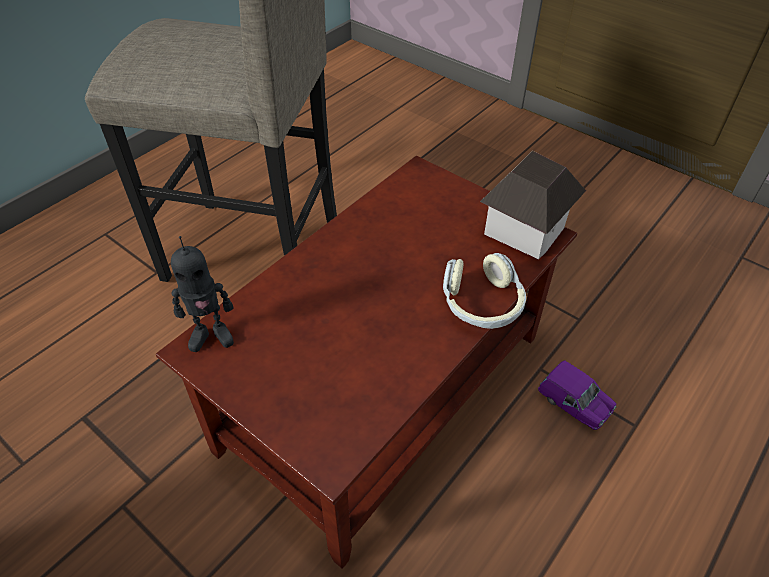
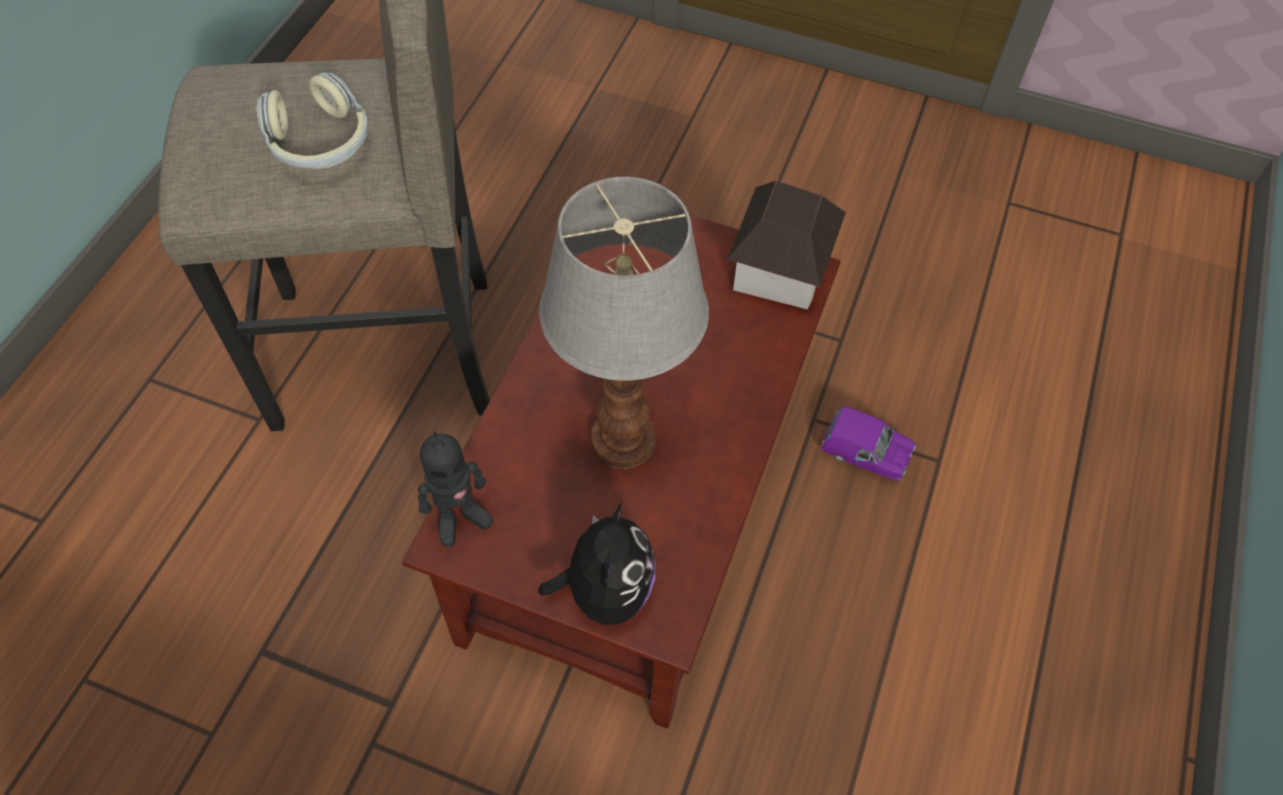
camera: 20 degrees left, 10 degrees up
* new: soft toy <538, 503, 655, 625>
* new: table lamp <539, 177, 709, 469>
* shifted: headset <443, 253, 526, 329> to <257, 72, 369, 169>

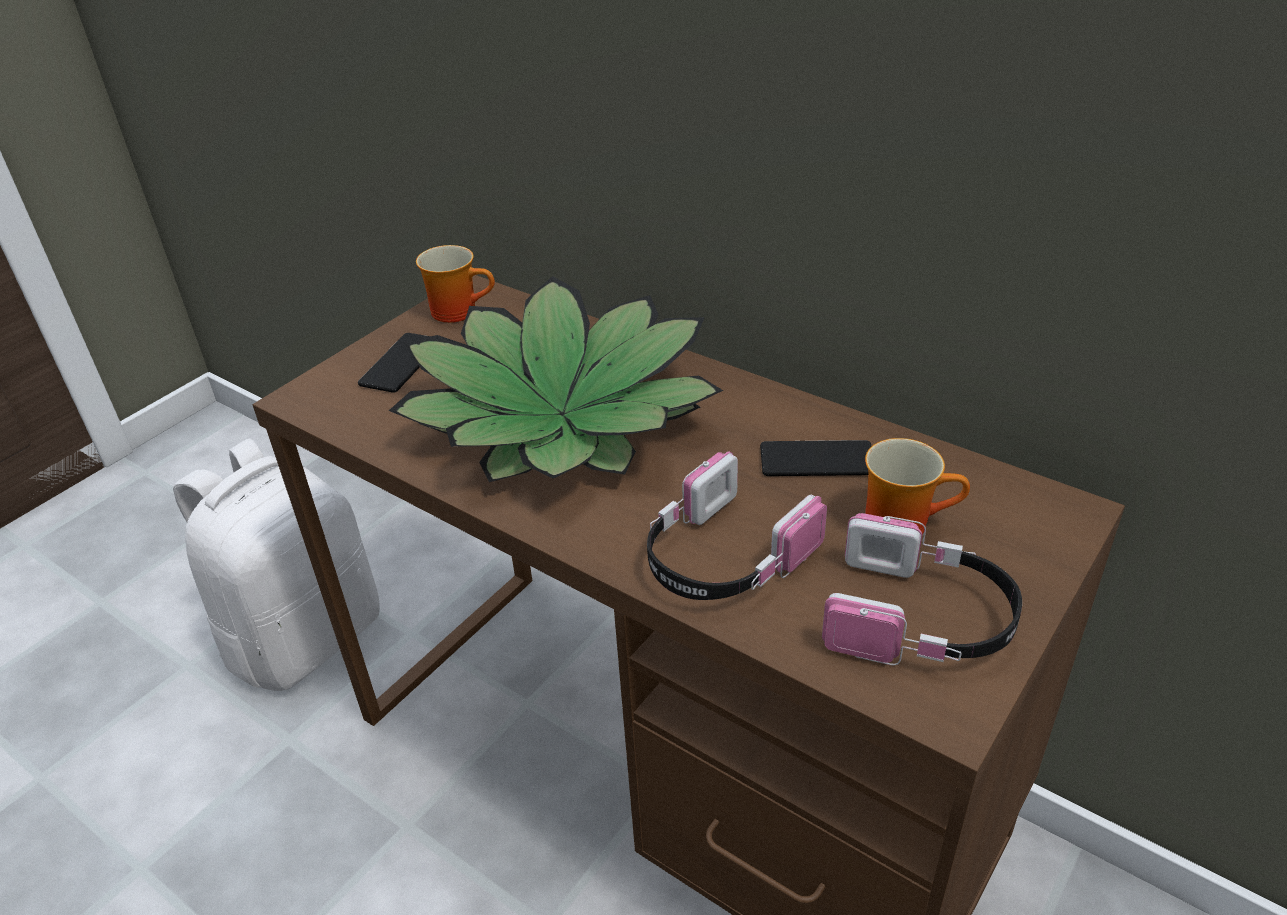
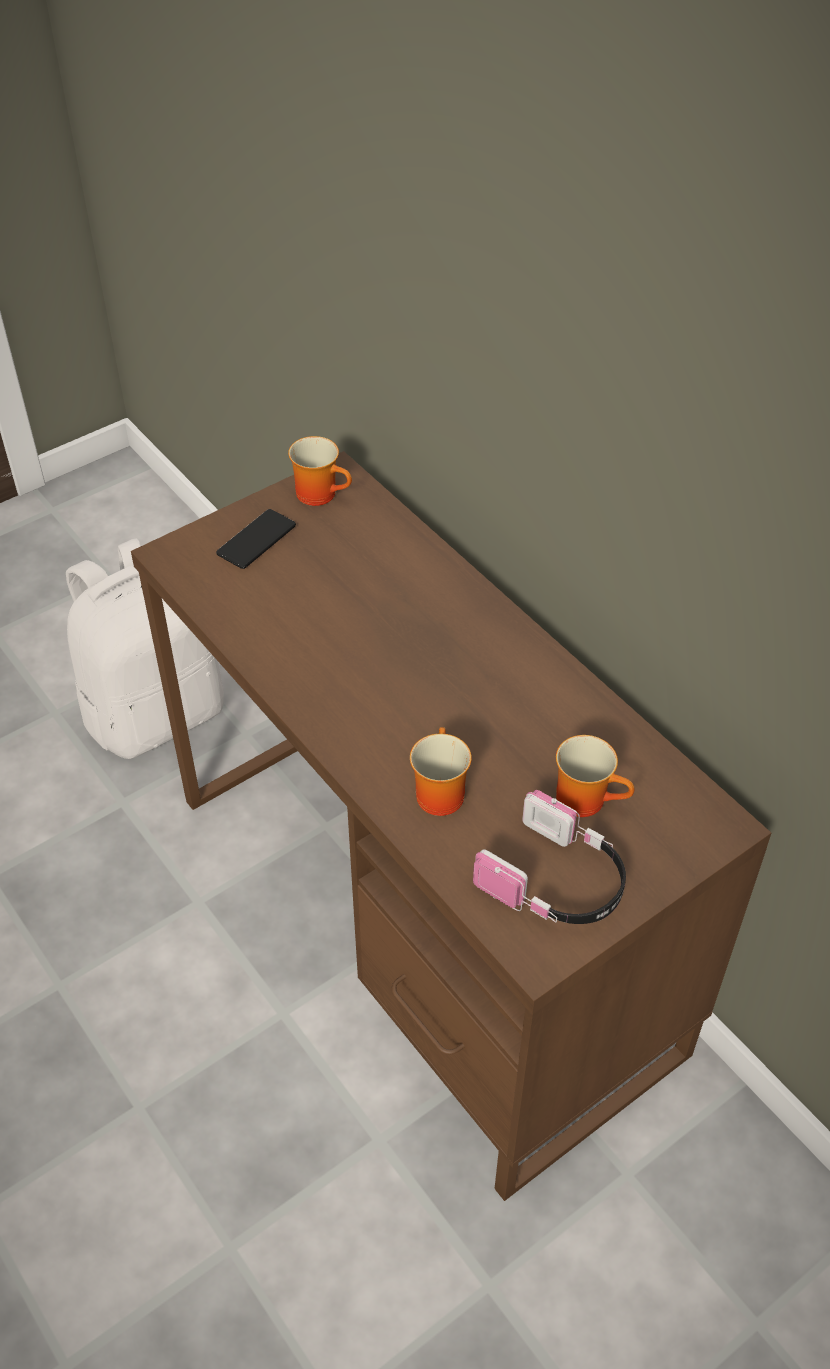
camera: 15 degrees right, 10 degrees up
* gone: potted plant <389, 276, 723, 482>
* gone: phone <760, 440, 871, 476>
* swapped: headset <647, 452, 827, 600> to mug <410, 727, 472, 816>

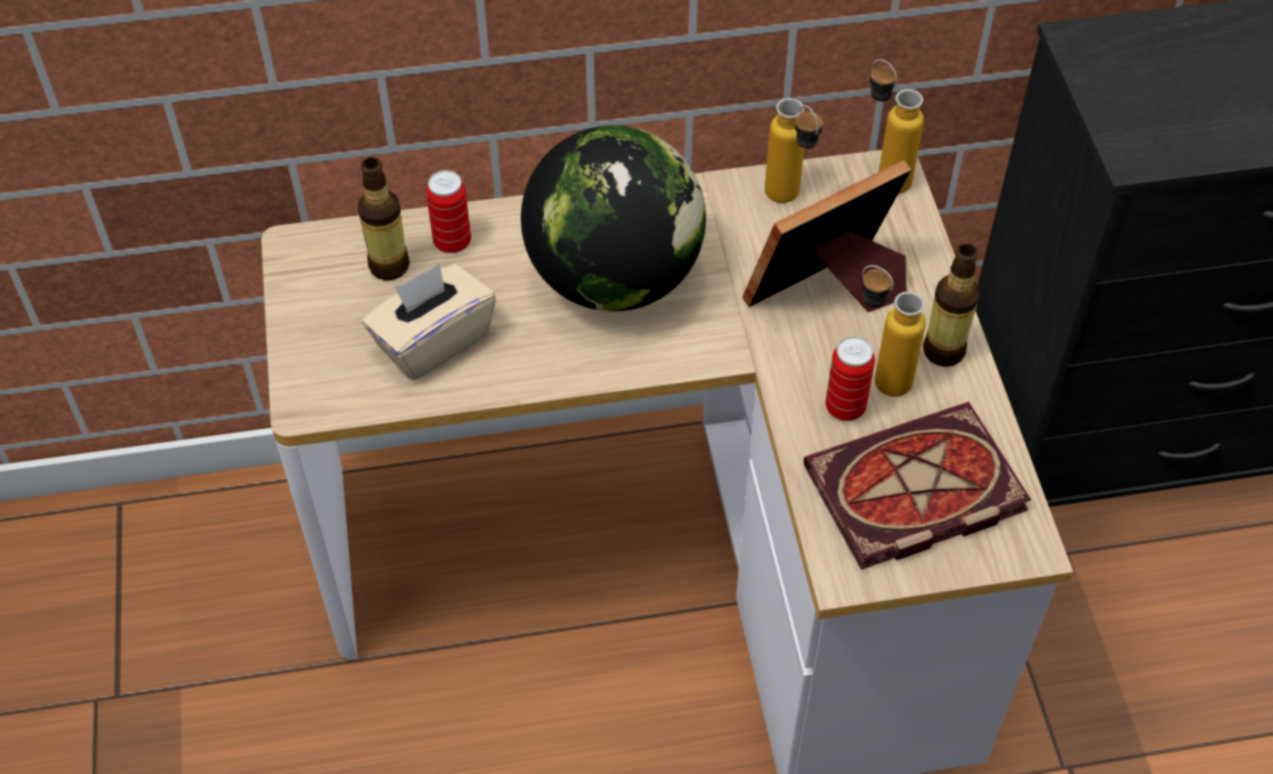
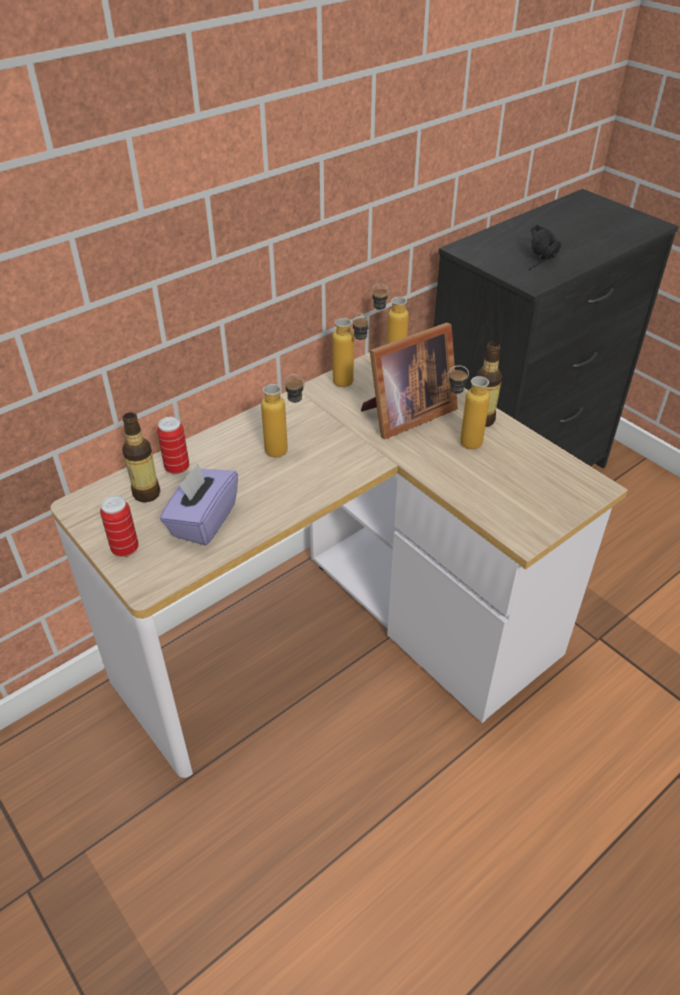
camera: 30 degrees left, 10 degrees down
* gone: book <803, 402, 1031, 569>
* new: black headset <529, 225, 561, 270>
* shifted: can <825, 336, 875, 421> to <100, 495, 139, 557>
* swapped: desk globe <521, 125, 706, 311> to beverage bottle <261, 374, 305, 457>
* repainted: beige-coloured tissue holder <362, 264, 496, 380> to purplish tissue holder <160, 463, 238, 546>
* rotated: photo frame <742, 160, 911, 312> = <361, 323, 458, 439> 150 degrees counterclockwise

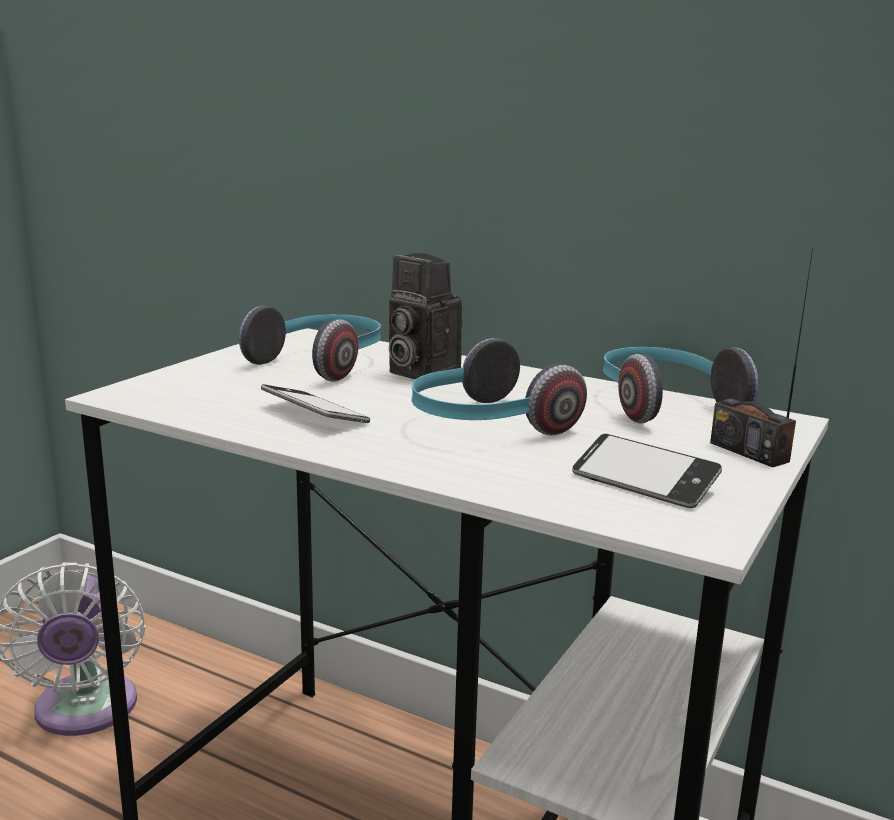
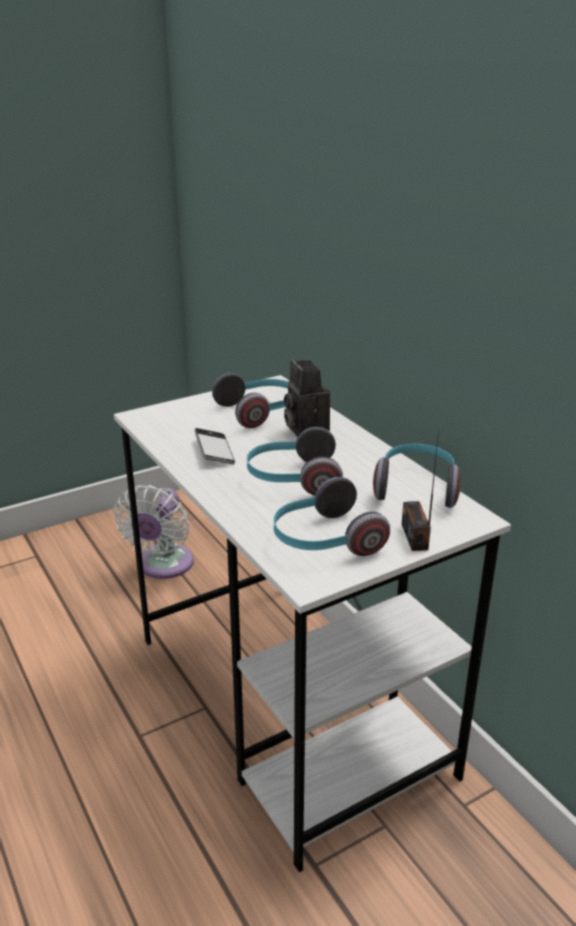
camera: 30 degrees right, 10 degrees up
* swapped: phone <572, 434, 722, 508> to headset <274, 477, 390, 556>

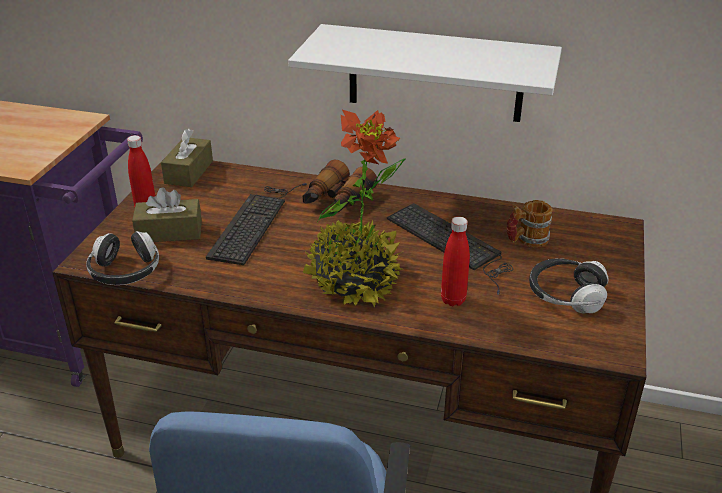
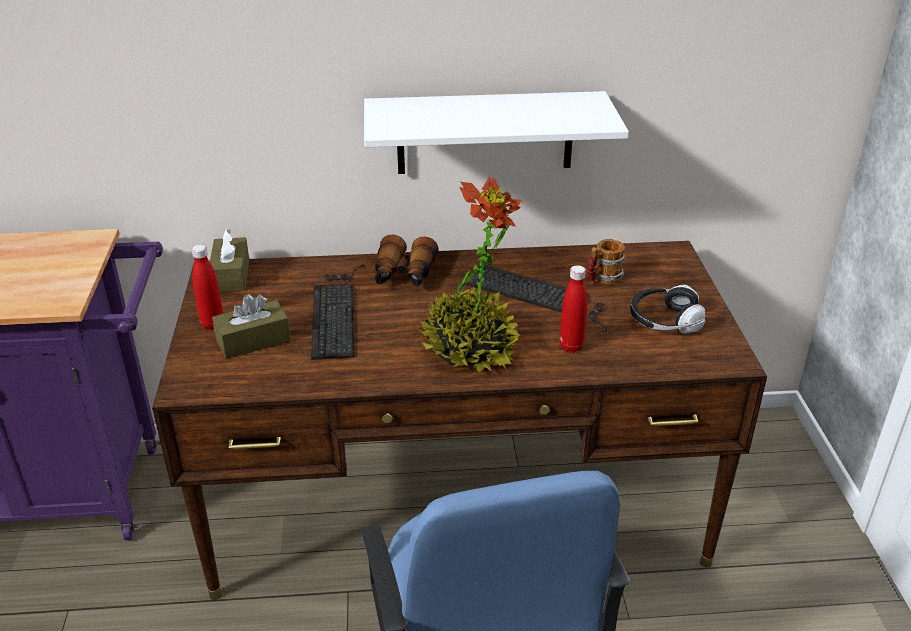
camera: 20 degrees left, 0 degrees up
* gone: headset <86, 231, 159, 285>

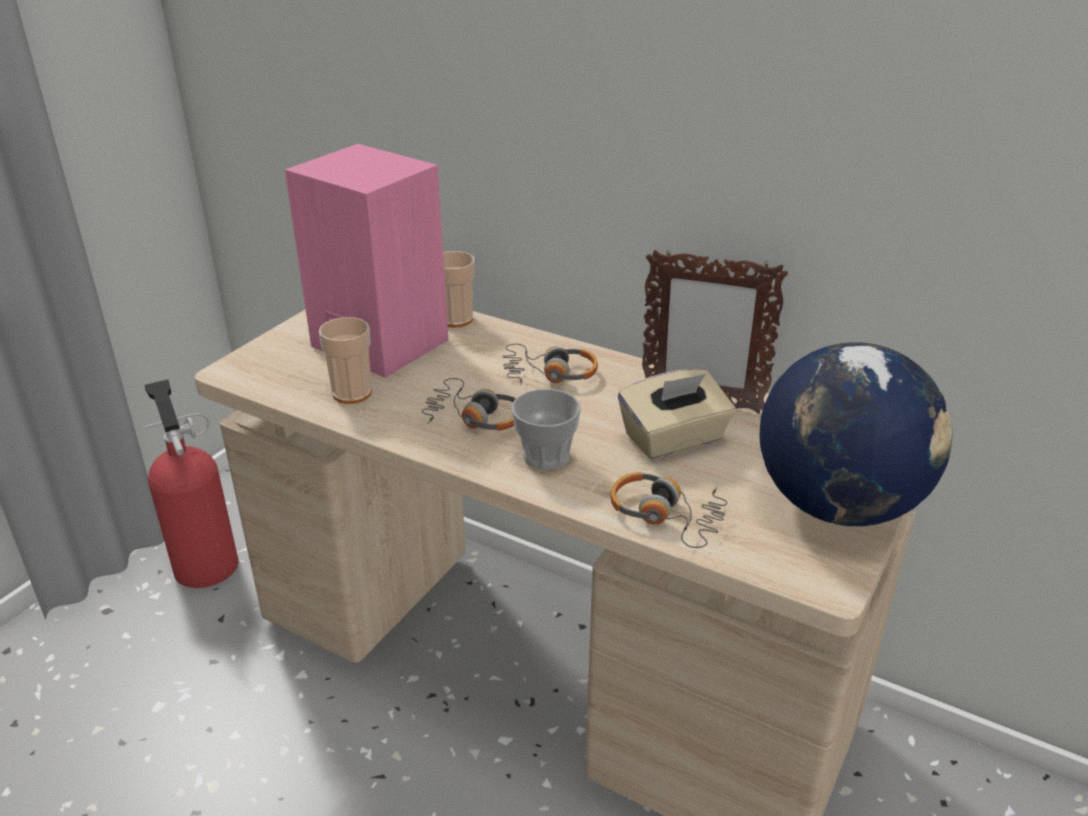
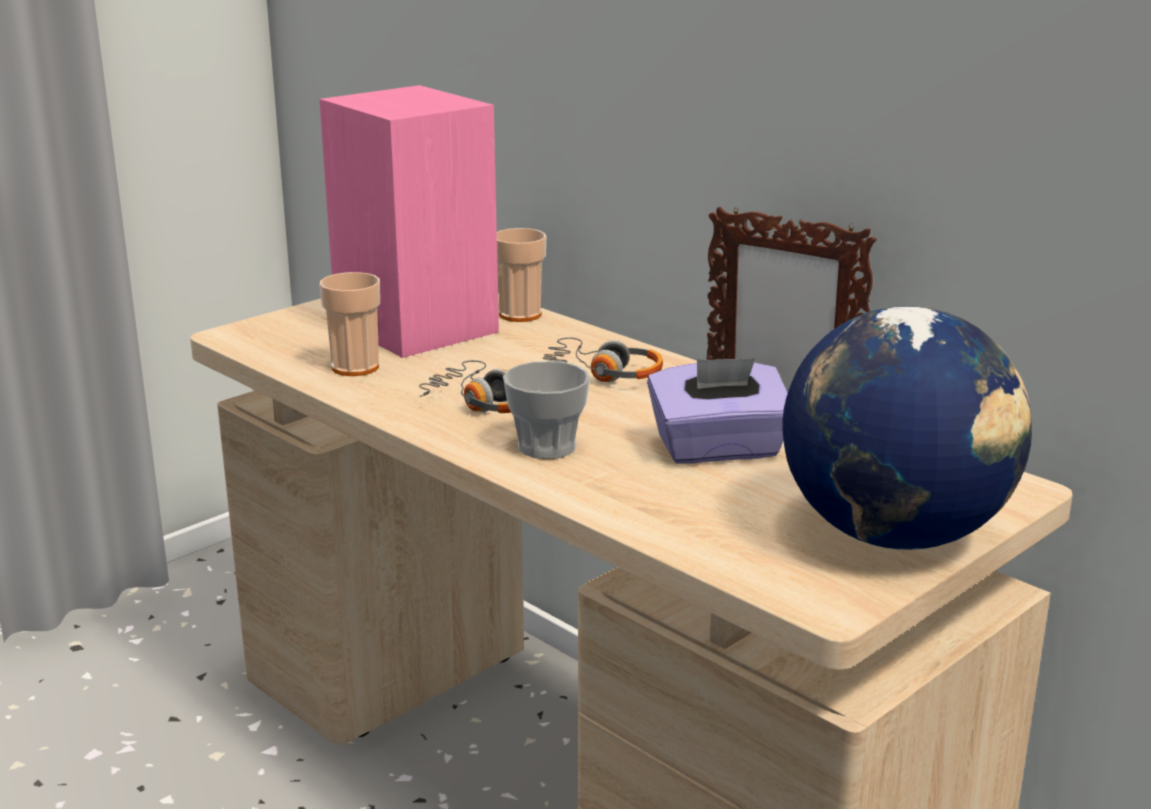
camera: 15 degrees right, 10 degrees down
* gone: fire extinguisher <144, 379, 238, 588>
* gone: headset <610, 472, 727, 548>
* repainted: beige-coloured tissue holder <618, 369, 736, 459> to purplish tissue holder <647, 358, 788, 463>

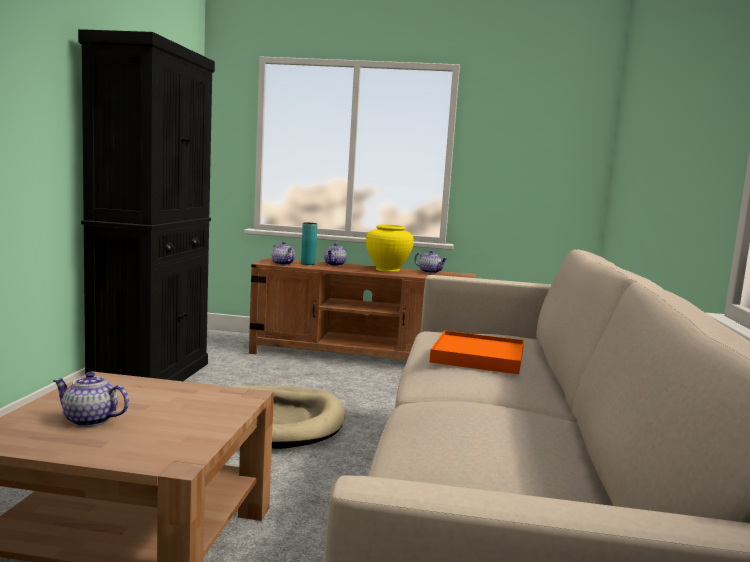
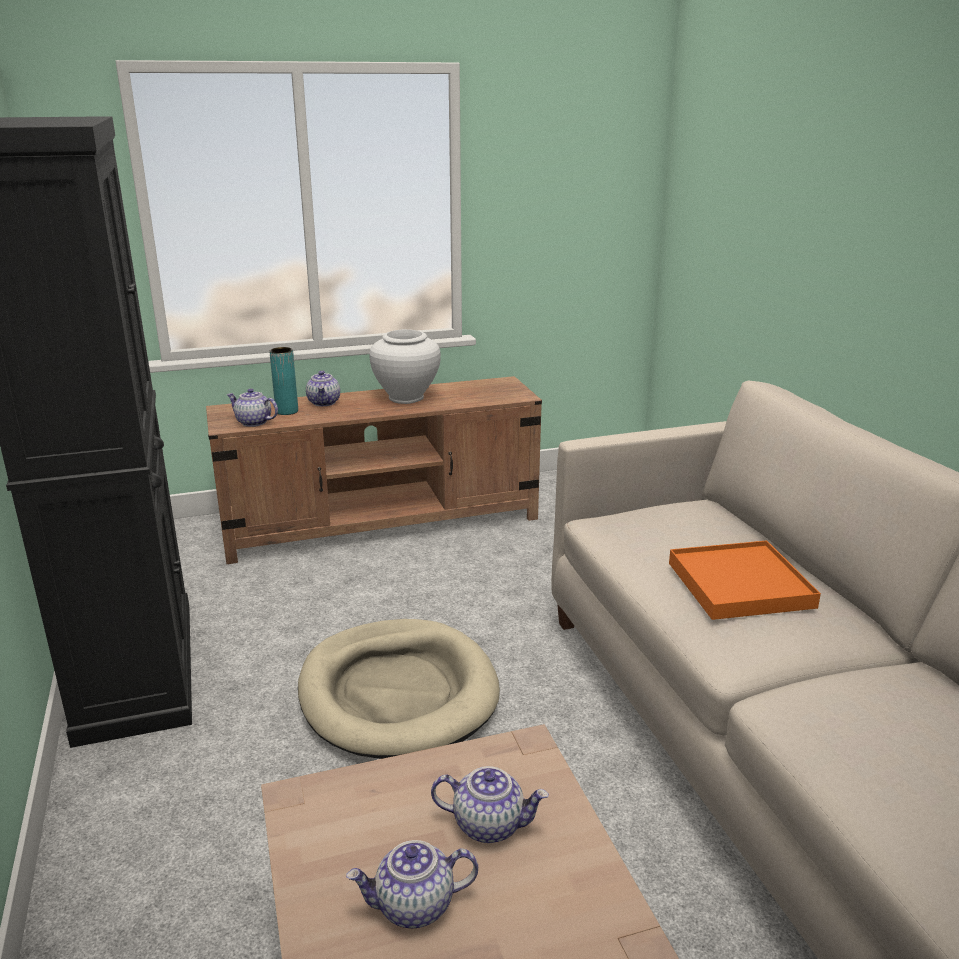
camera: 25 degrees left, 15 degrees up
* shifted: tea pot <414, 250, 448, 274> to <431, 766, 549, 843>
* repainted: yellow-coloured decorative vase <366, 225, 414, 272> to white decorative vase <369, 329, 441, 404>

